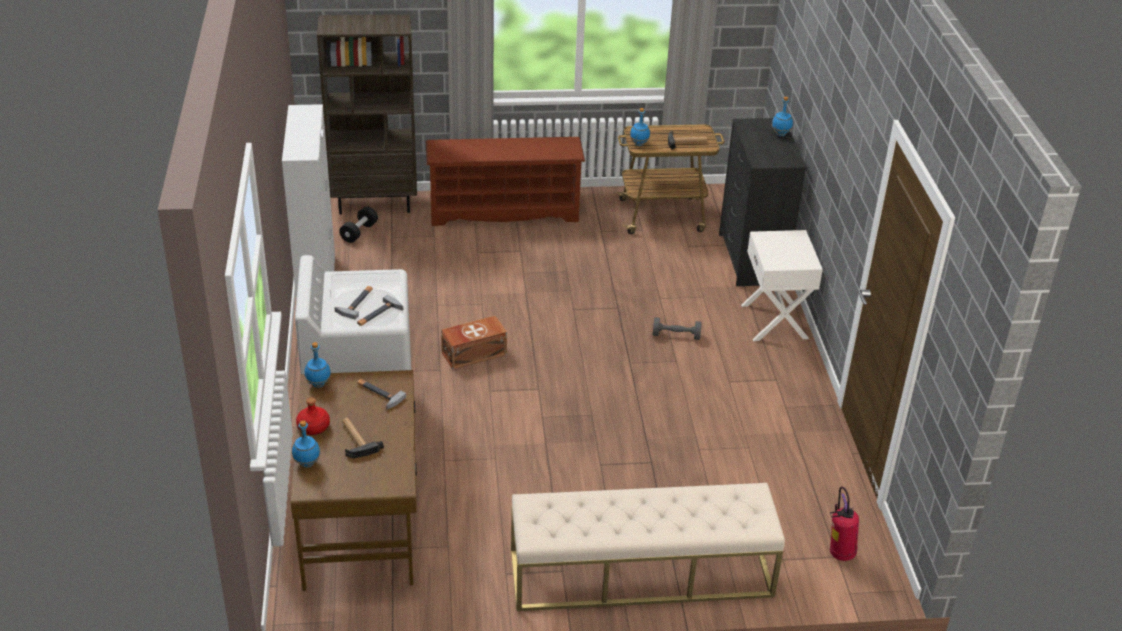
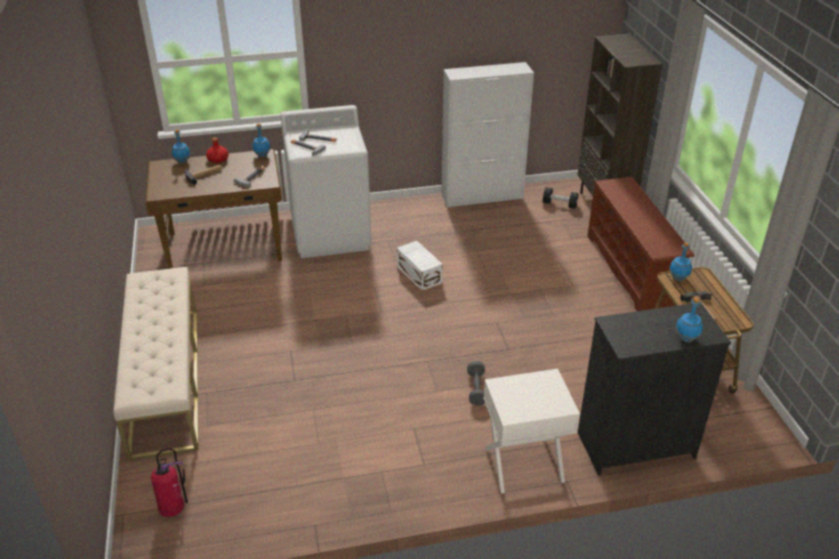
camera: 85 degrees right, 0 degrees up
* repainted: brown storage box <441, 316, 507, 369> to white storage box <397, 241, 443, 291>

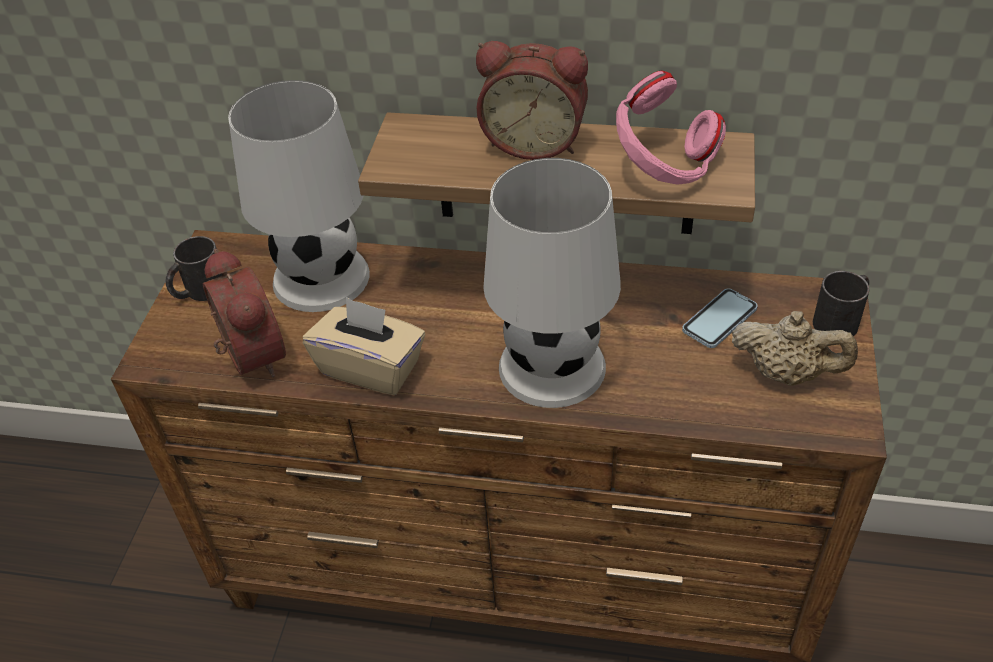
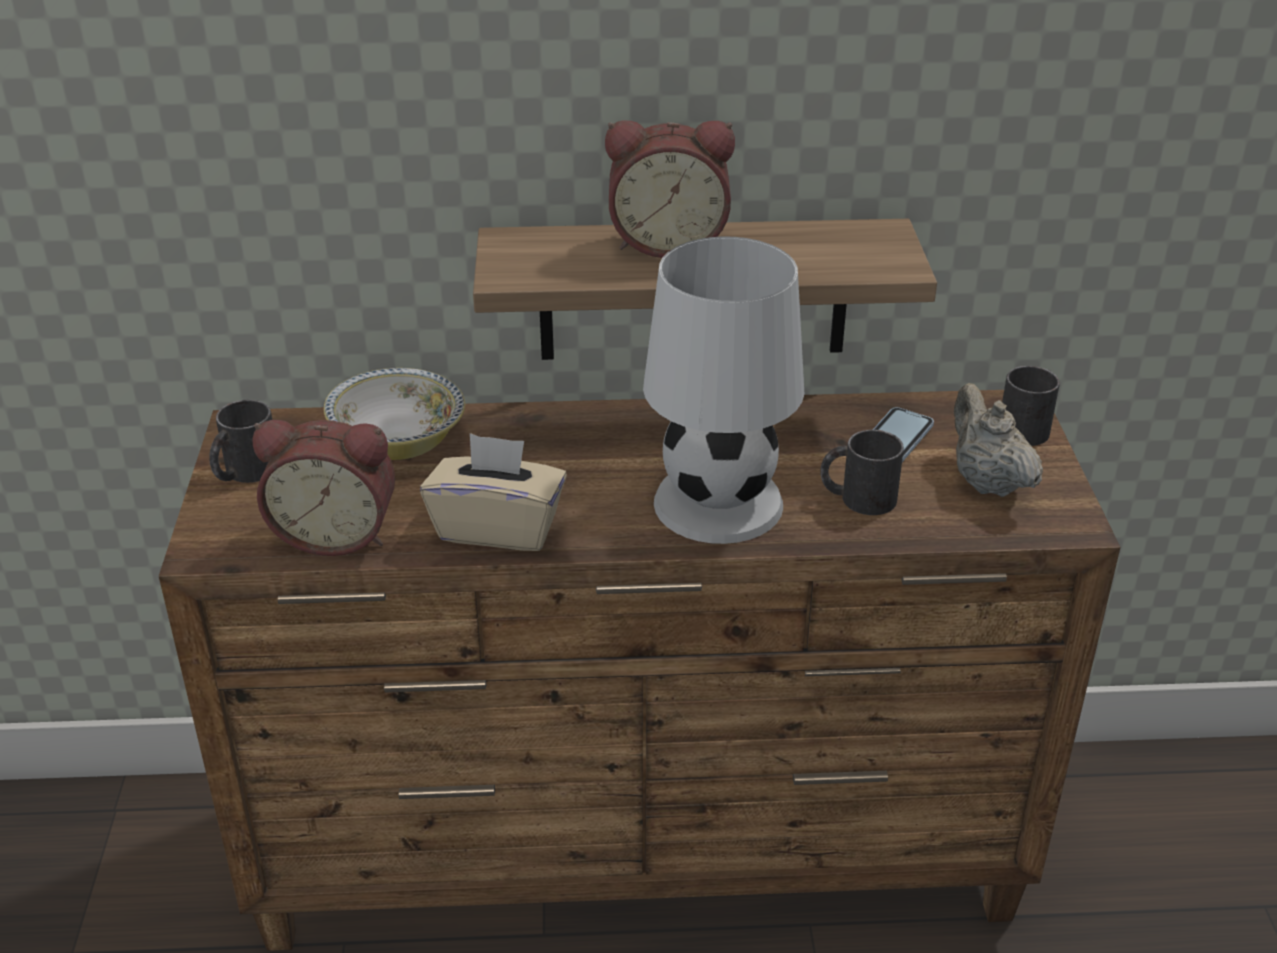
camera: 15 degrees left, 10 degrees down
* gone: pinkish headset <616, 70, 726, 185>
* new: black mug <820, 430, 904, 515>
* swapped: white table lamp <228, 80, 370, 312> to bowl <324, 368, 465, 460>
* rotated: bedside clock <203, 249, 286, 377> = <252, 420, 395, 556> 135 degrees clockwise
* rotated: beige-coloured tea pot <732, 311, 858, 386> = <954, 383, 1043, 497> 120 degrees counterclockwise

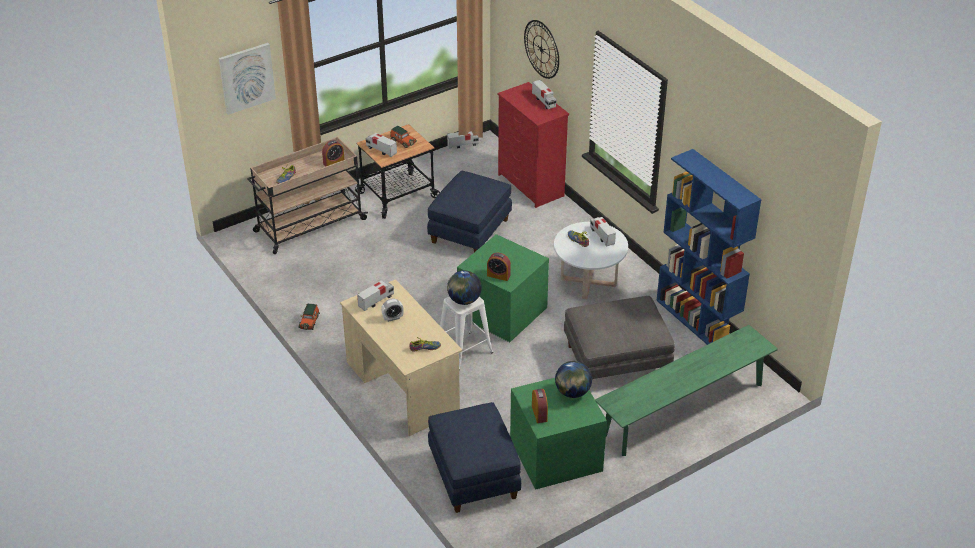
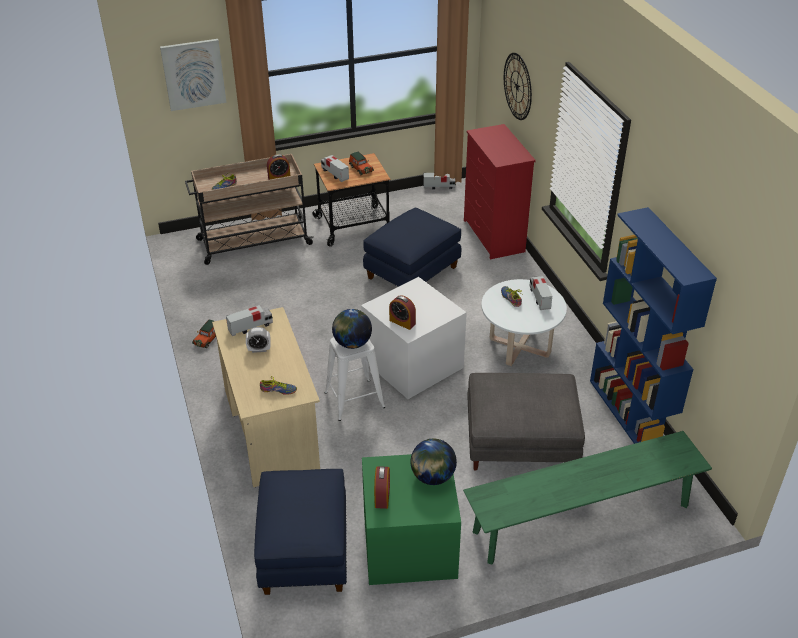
camera: 15 degrees right, 0 degrees up
* gone: toy truck <532, 80, 556, 109>
* repainted: green storage box <457, 234, 549, 342> to white storage box <361, 277, 467, 399>

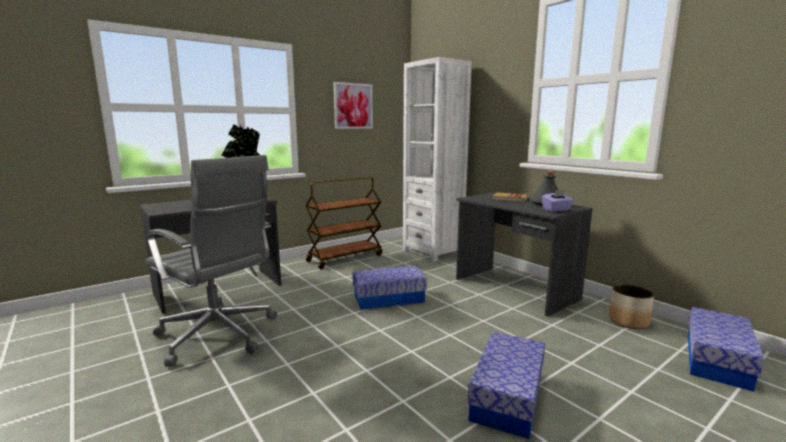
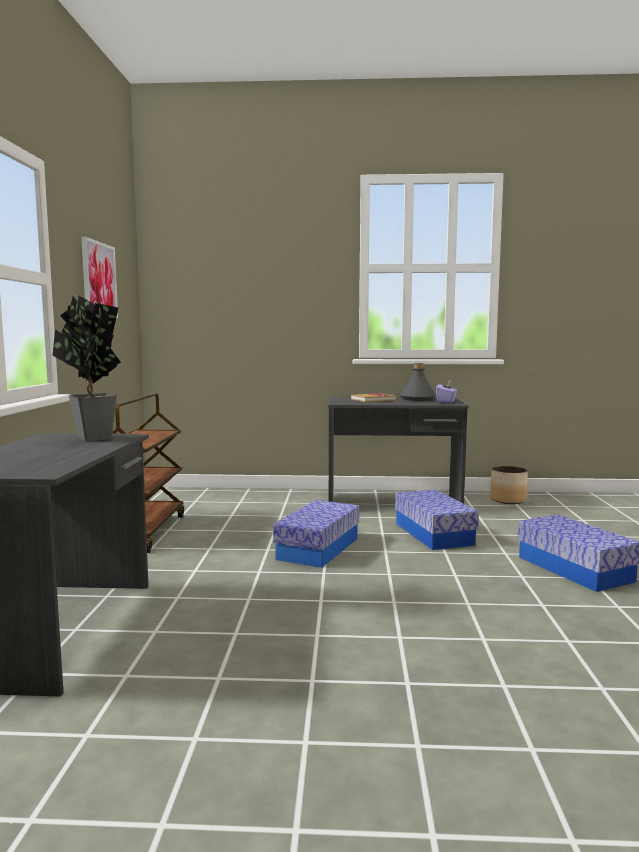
camera: 50 degrees left, 5 degrees down
* gone: gray desk chair <146, 155, 277, 367>
* gone: white shelving unit <403, 57, 472, 262>
* shifted: storage box <688, 307, 764, 392> to <395, 490, 479, 550>

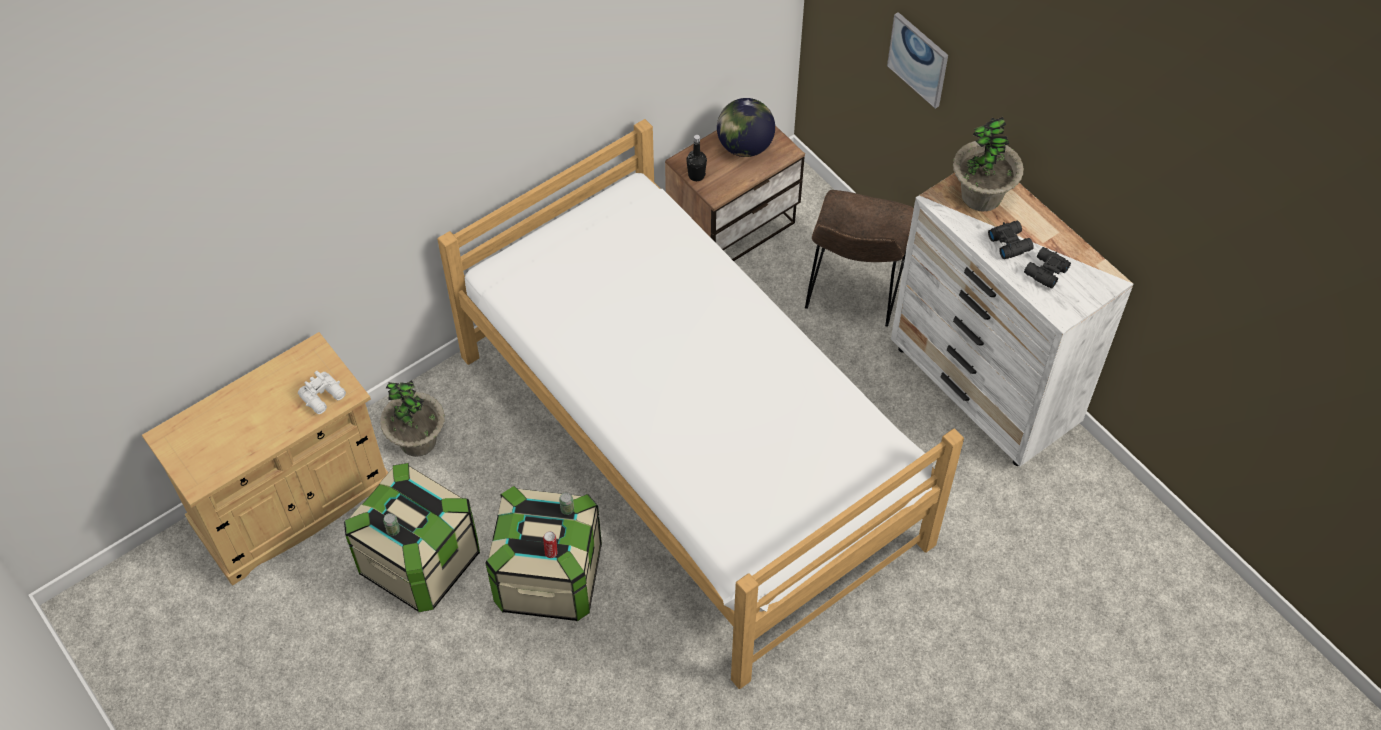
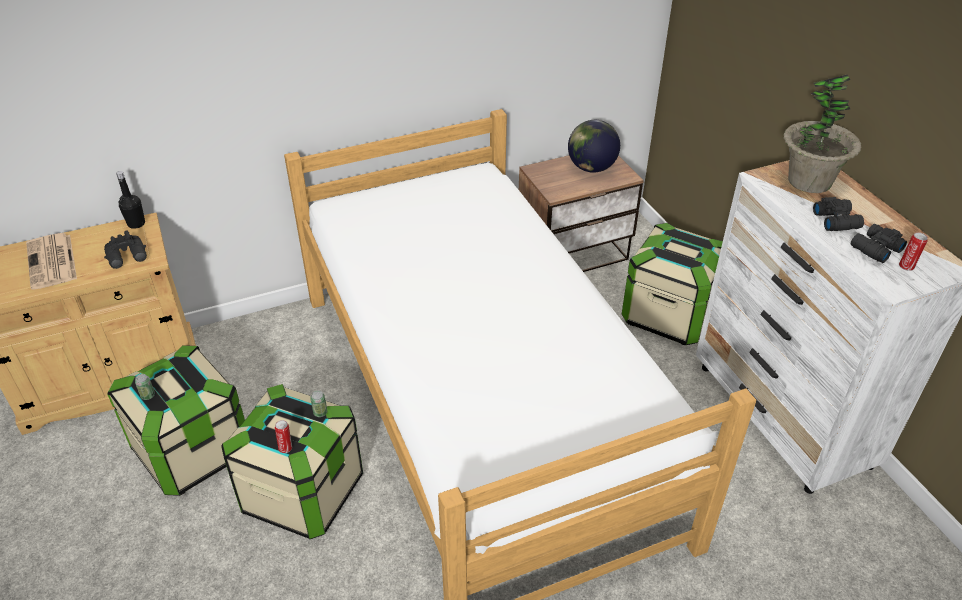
camera: 15 degrees right, 15 degrees down
* gone: potted plant <380, 380, 445, 457>
* gone: wall art <887, 12, 948, 109>
* new: newspaper <26, 233, 77, 290>
* new: can <899, 232, 928, 271>
* shifted: black beverage bottle <687, 135, 707, 181> to <116, 171, 145, 229>
* swapped: brown chair <805, 190, 914, 327> to storage box <622, 223, 723, 345>
* repainted: white binoculars <298, 371, 346, 414> to black binoculars <104, 230, 147, 269>

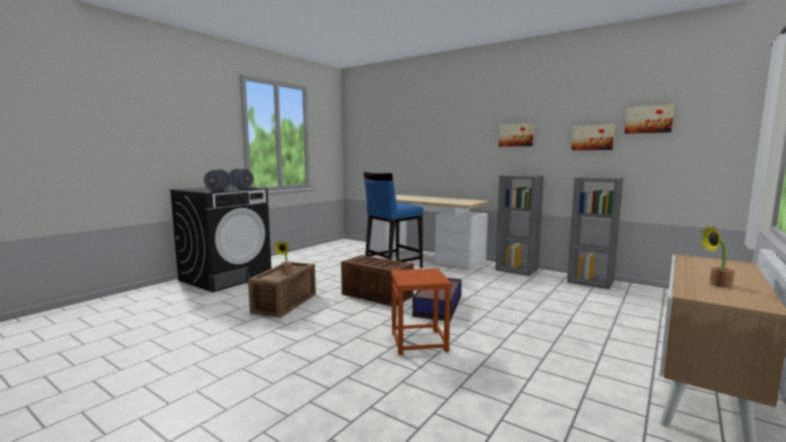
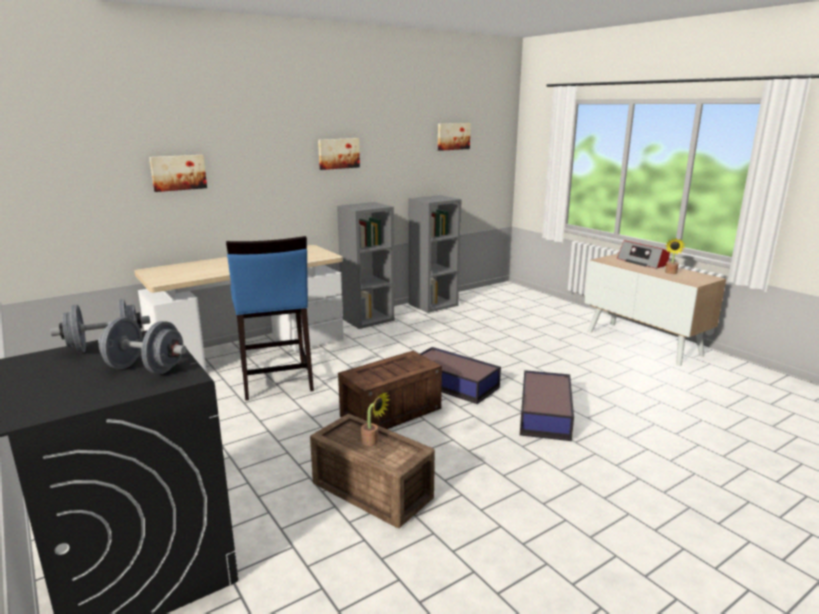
camera: 70 degrees left, 10 degrees up
* new: radio receiver <617, 240, 670, 269>
* shifted: wall art <572, 125, 615, 150> to <149, 155, 207, 192>
* swapped: brown stool seat <391, 268, 452, 355> to storage box <520, 370, 574, 441>

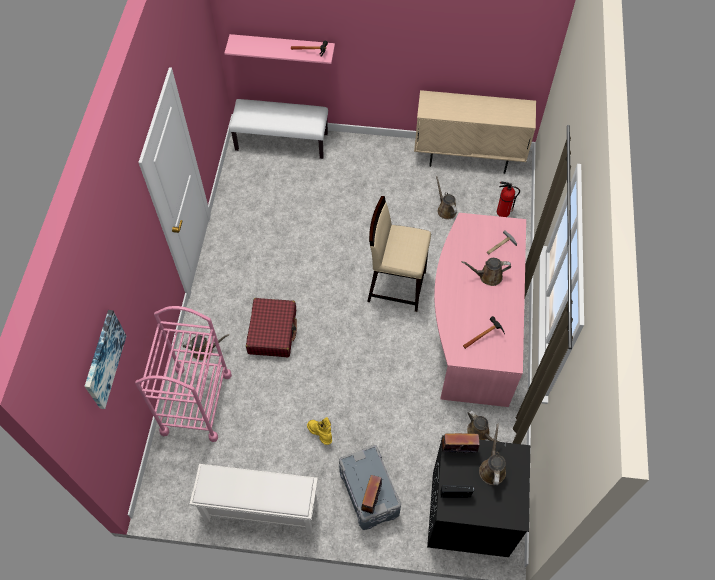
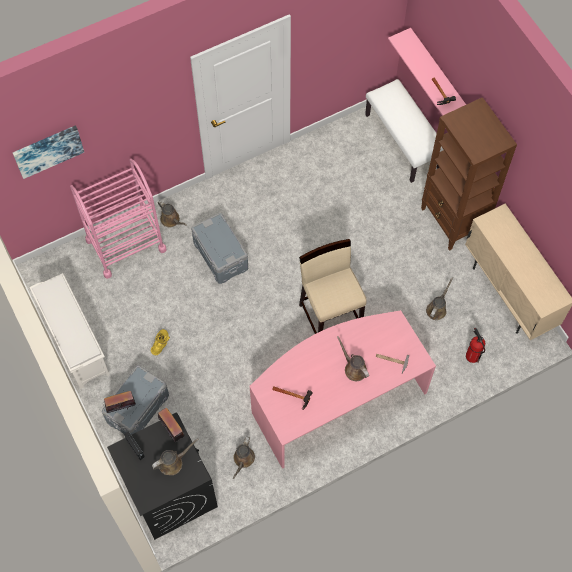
camera: 55 degrees right, 5 degrees up
* new: brown shelving unit <421, 97, 517, 251>
* swapped: reddish travel case <246, 298, 297, 357> to gray storage box <191, 213, 248, 284>

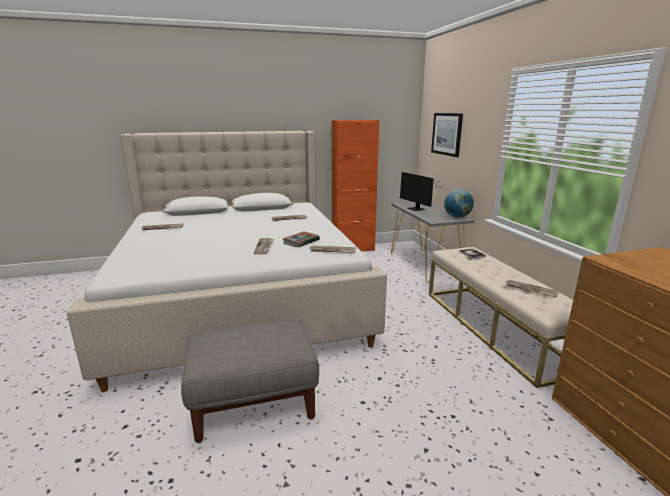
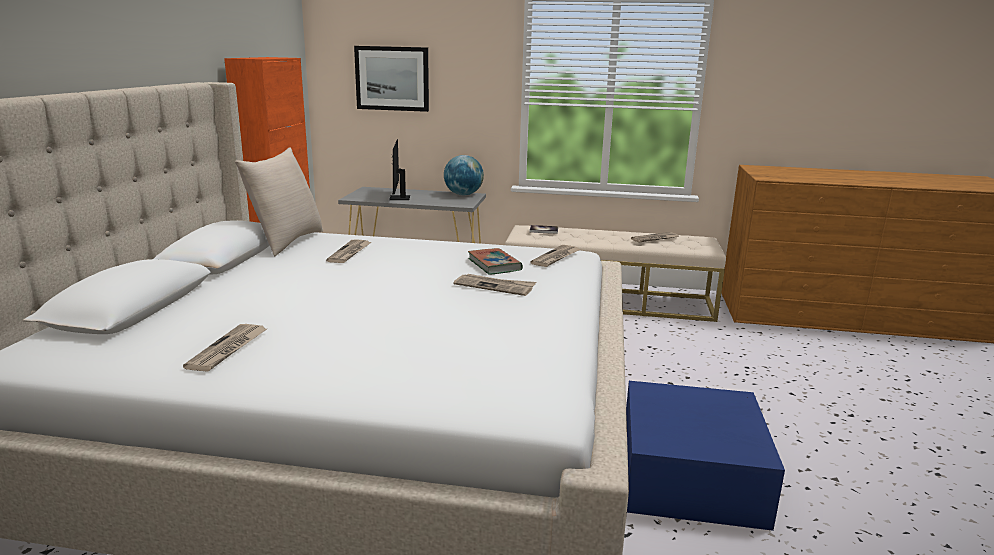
camera: 65 degrees left, 0 degrees up
* new: beige-coloured throw pillow <235, 148, 323, 256>
* swapped: gray footrest <181, 320, 319, 443> to blue-coloured storage box <626, 381, 785, 531>
* rotated: computer display <400, 172, 444, 211> = <389, 139, 410, 200> 90 degrees clockwise

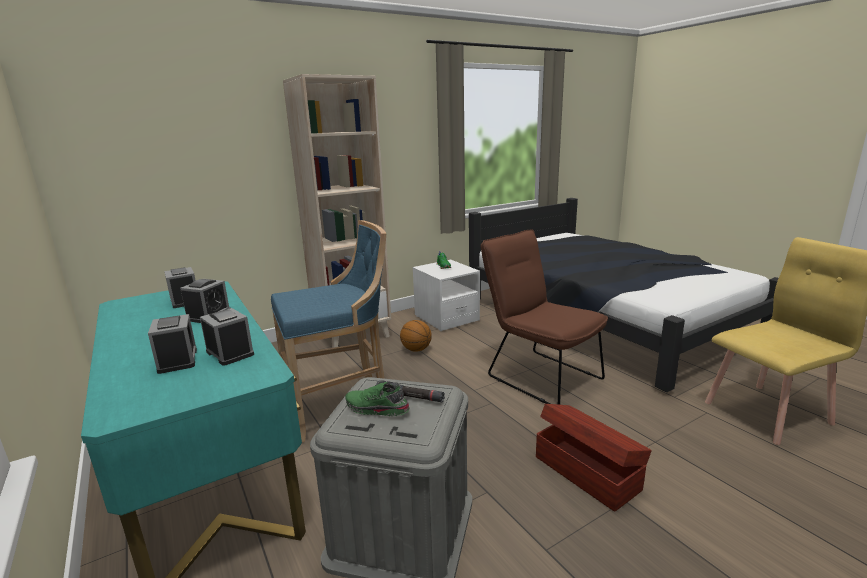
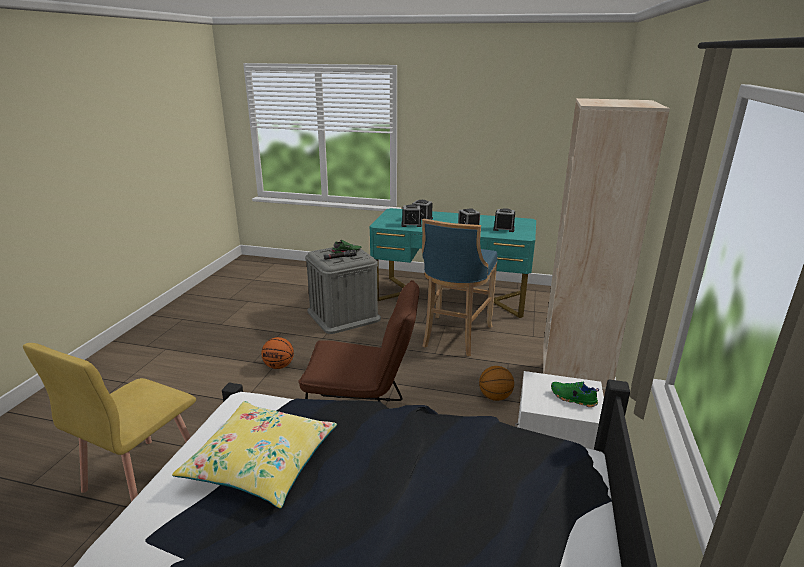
camera: 135 degrees right, 5 degrees up
* new: yellow-coloured throw pillow <172, 401, 337, 508>
* swapped: brown storage box <536, 404, 652, 512> to basketball <261, 337, 294, 369>

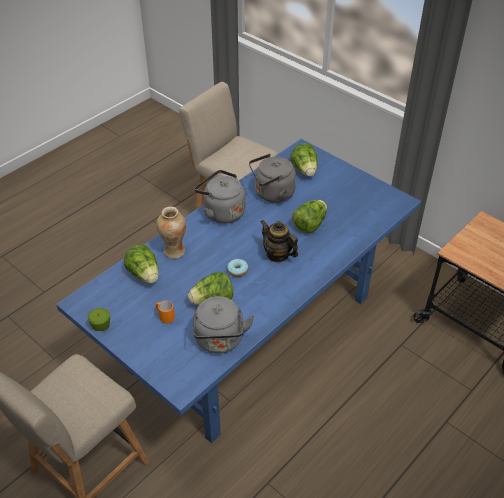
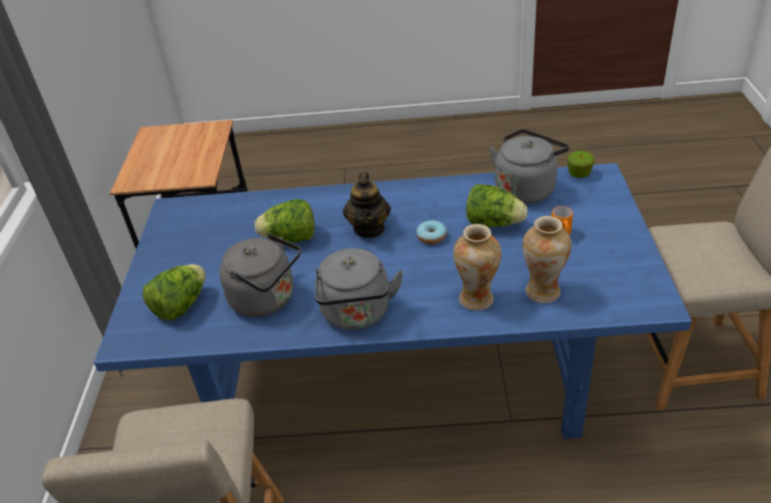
camera: 130 degrees left, 5 degrees down
* shifted: apple <88, 308, 110, 331> to <567, 150, 594, 178>
* swapped: head of lettuce <124, 244, 159, 283> to decorative vase <522, 216, 571, 303>

